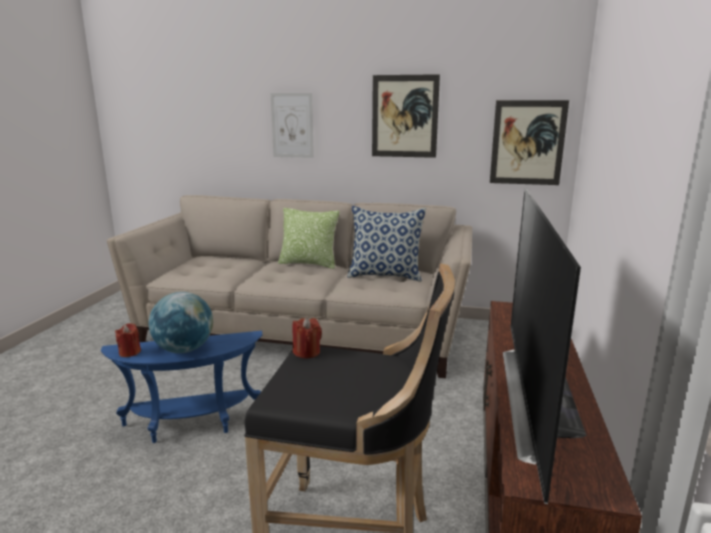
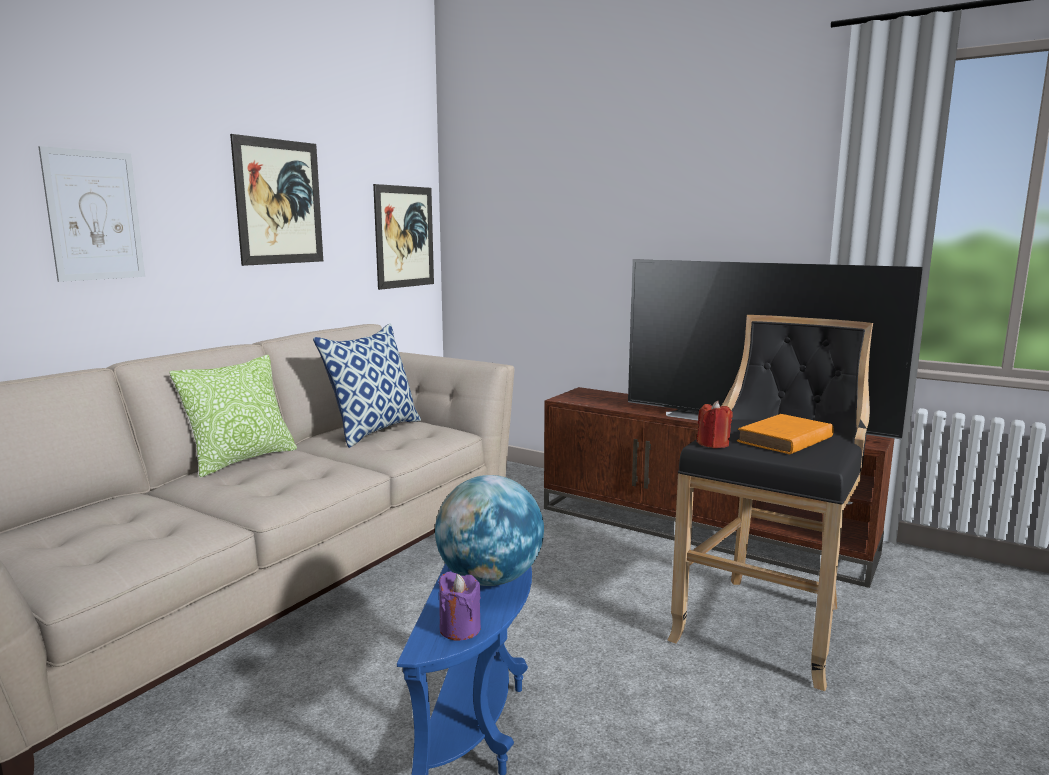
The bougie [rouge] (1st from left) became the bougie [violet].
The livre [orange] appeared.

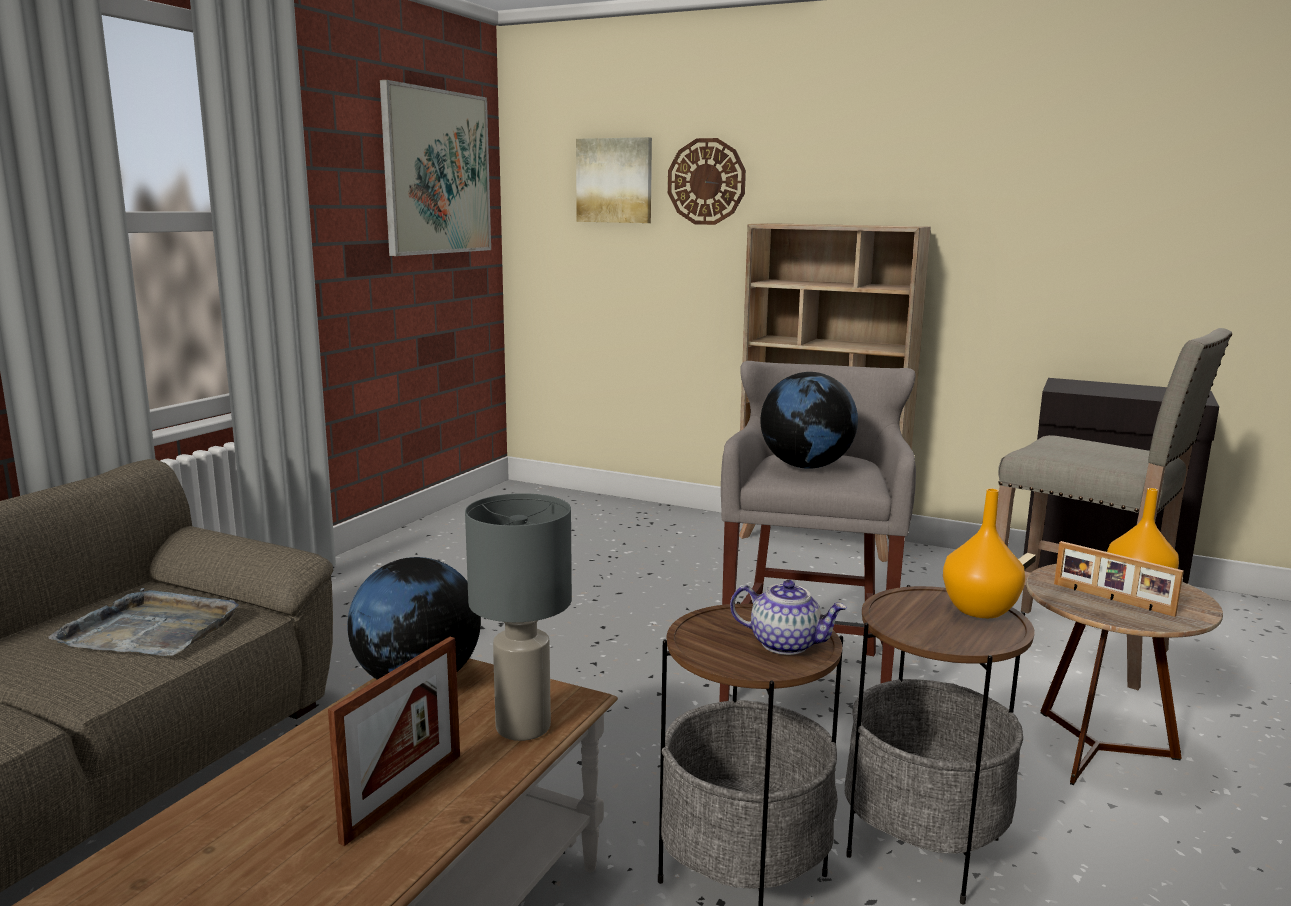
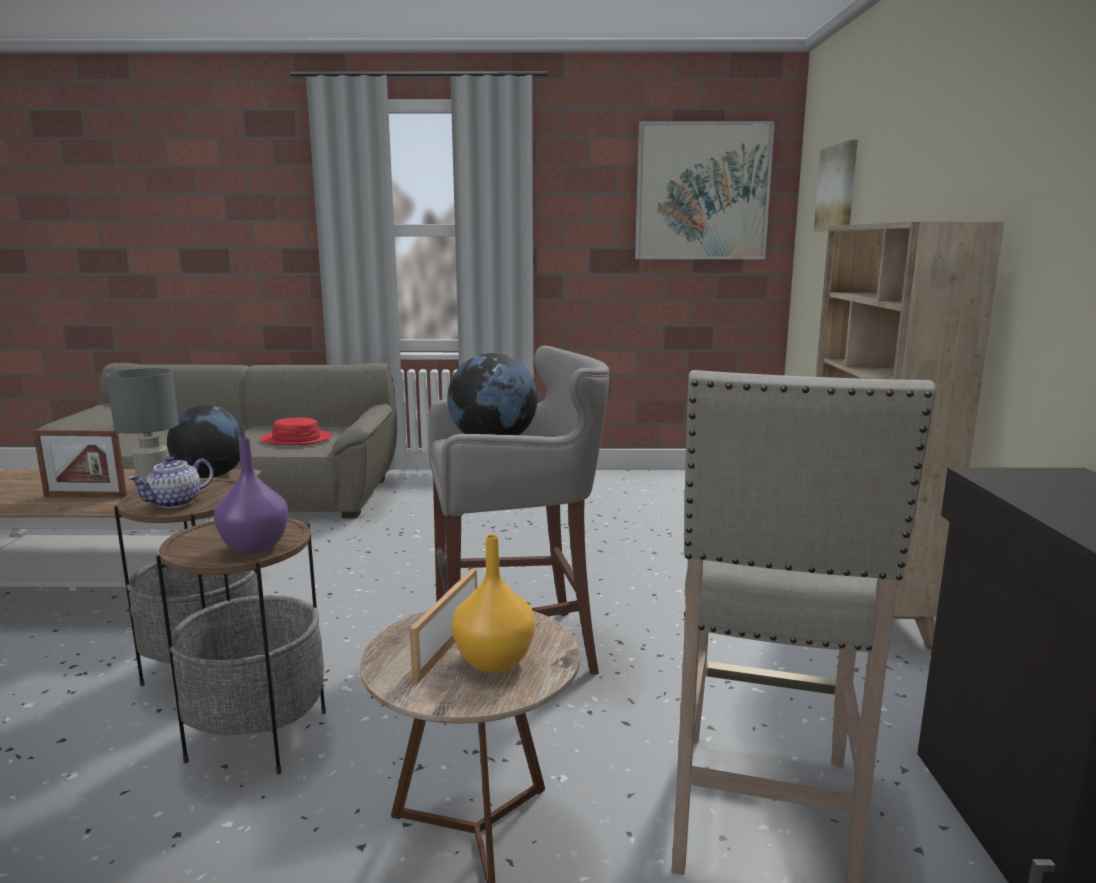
The horloge murale disappeared.
The vase [orange] (1st from left) became the vase [violet].
The théière turned 45 degrees clockwise.
The plateau [gris] was replaced by the chapeau [rouge].

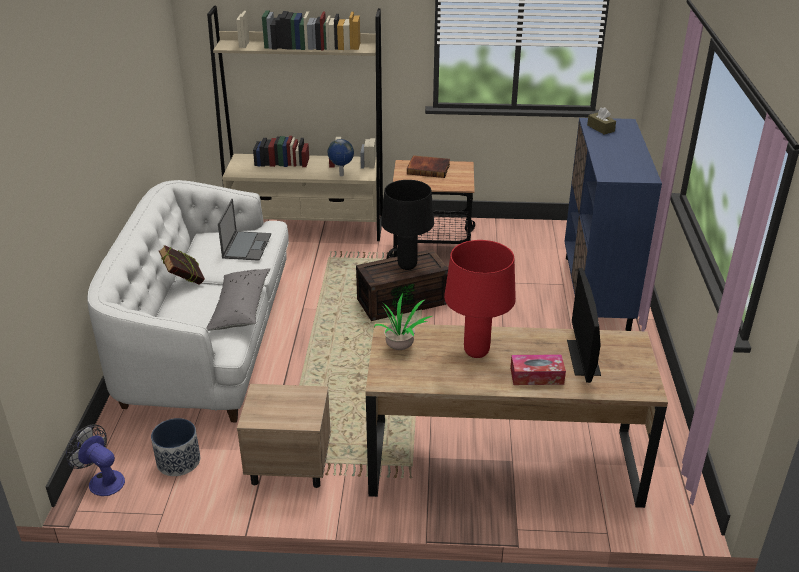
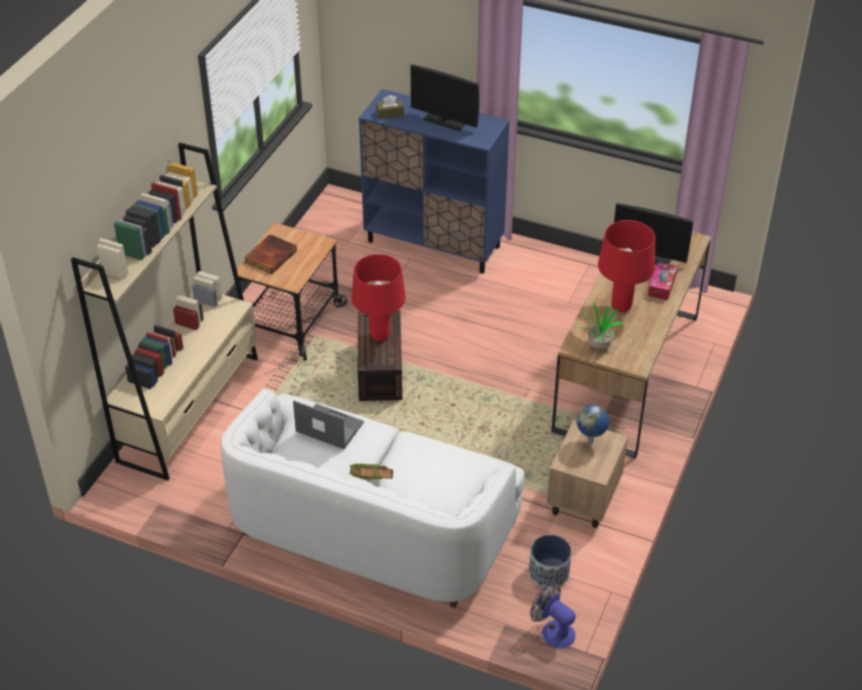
The globe moved.
The lampe de table [noir] became the lampe de table [rouge] (1st from left).
The coussin [gris] disappeared.
The ventilateur turned 75 degrees clockwise.
The écran d'ordinateur (1st from left) appeared.

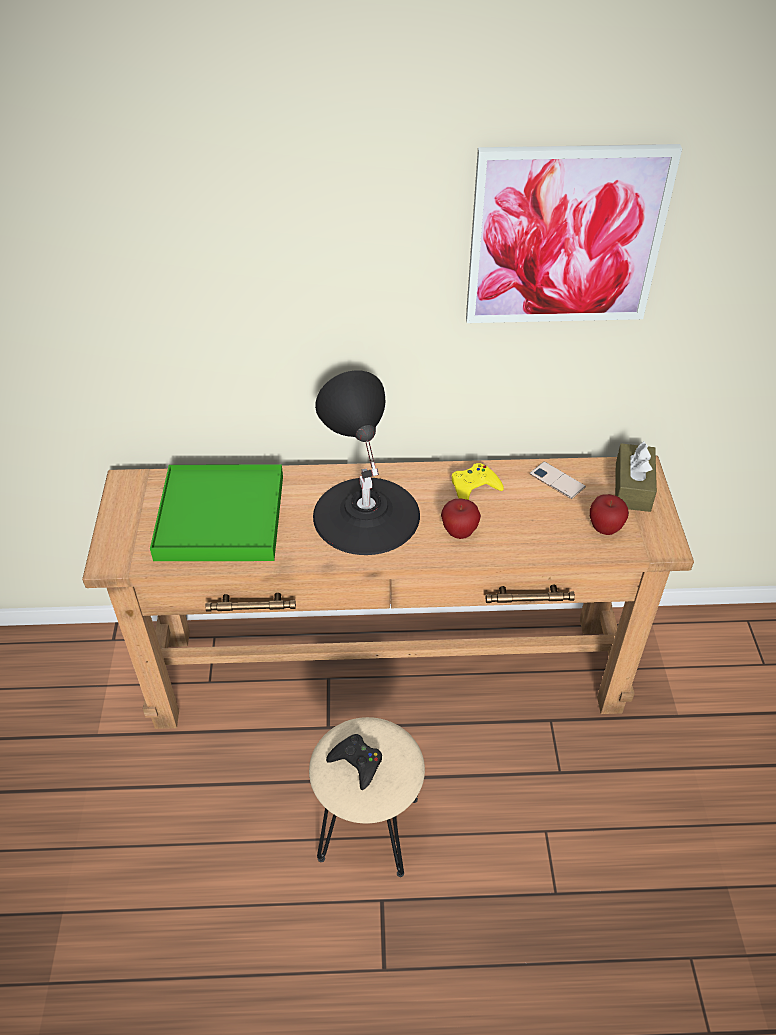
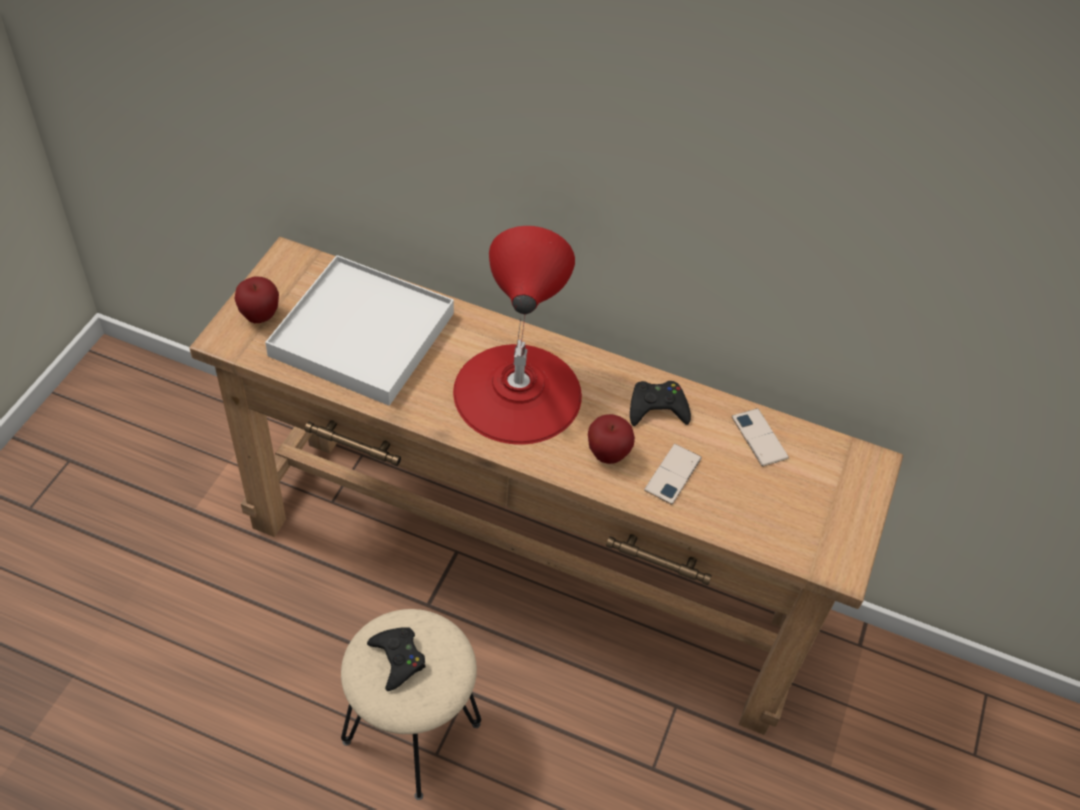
The tableau disappeared.
The lampe de table [noir] became the lampe de table [rouge].
The boîte à mouchoirs [marron] disappeared.
The manette [jaune] became the manette [noir] (2nd from left).
The plateau [vert] became the plateau [blanc].
The pomme (2nd from left in the first image) moved.
The téléphone (1st from left) appeared.

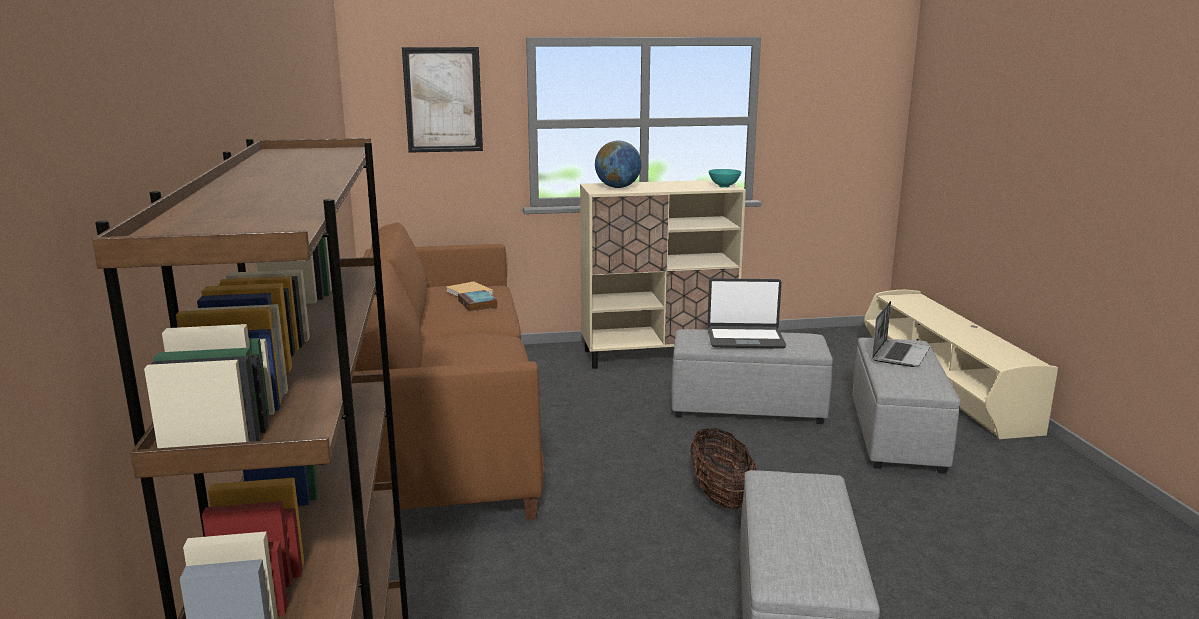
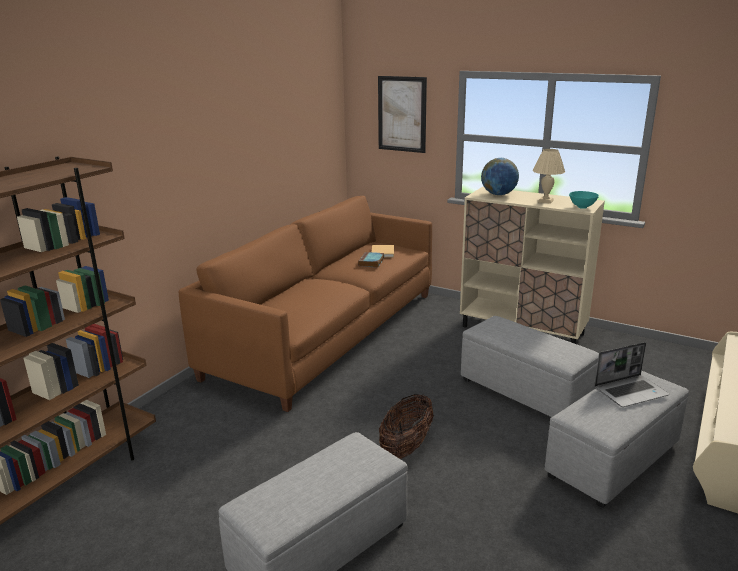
The ordinateur portable (1st from left) disappeared.
The lampe de table [beige] appeared.

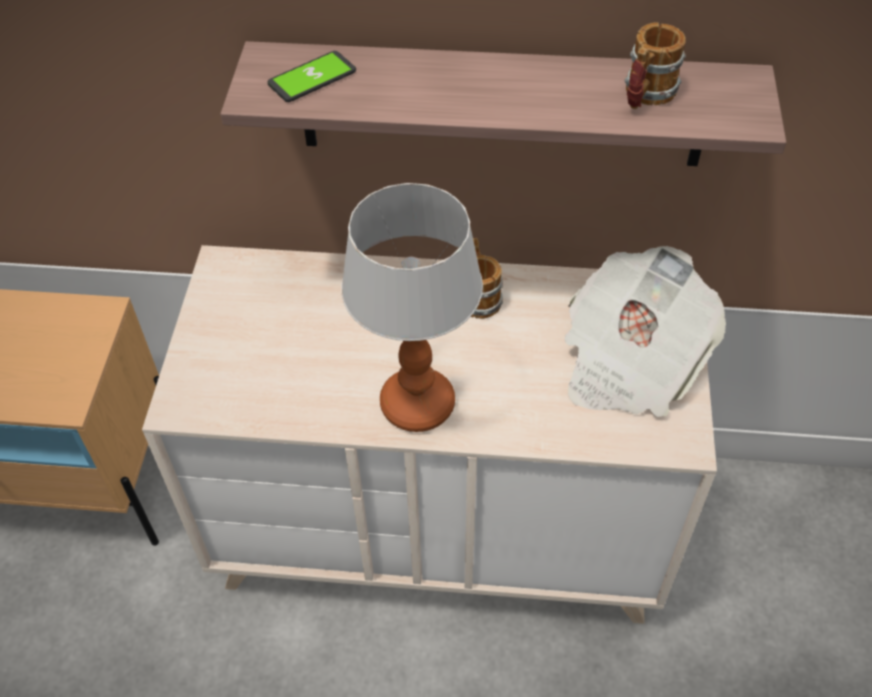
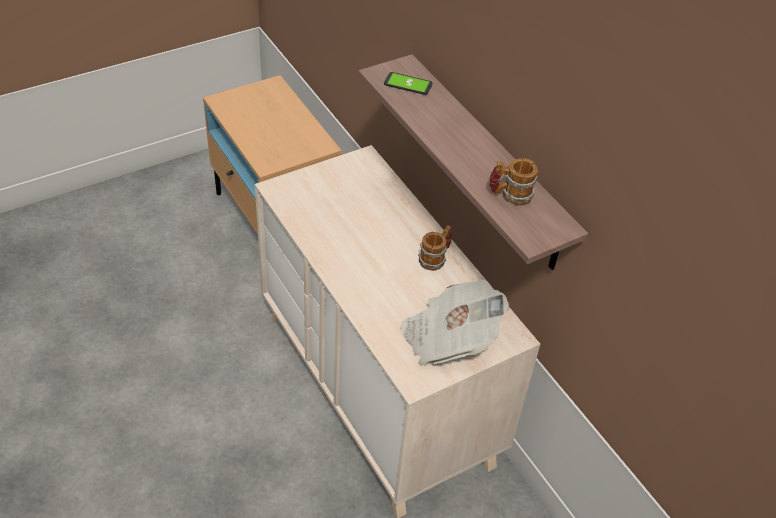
The lampe de table disappeared.

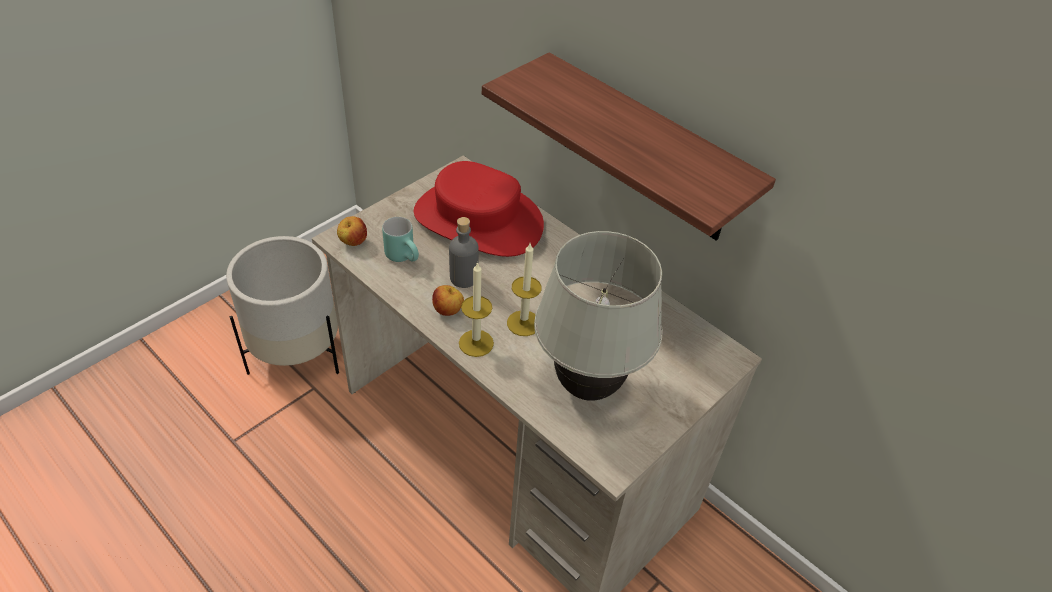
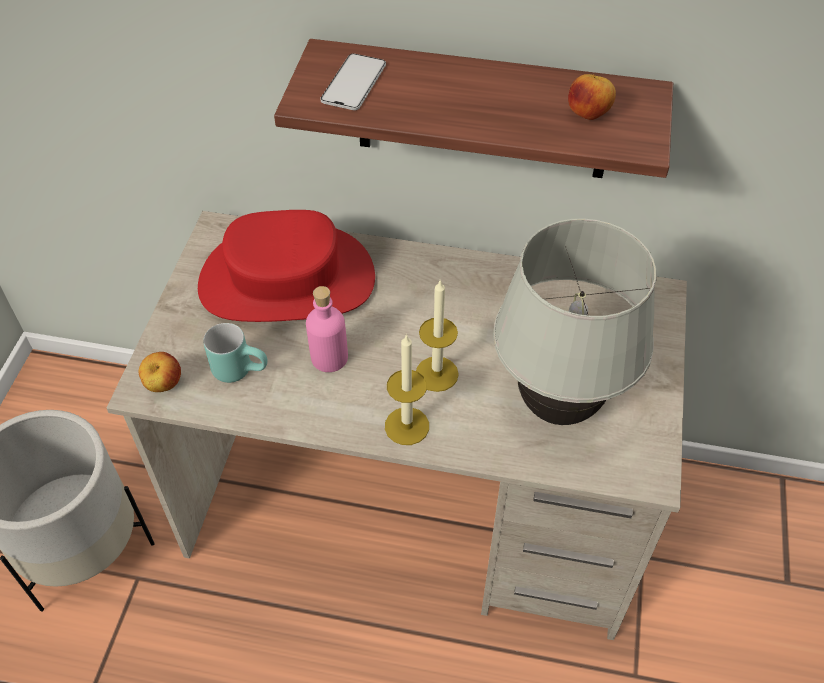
The bouteille [gris] became the bouteille [rose].
The pomme (2nd from left) moved.
The téléphone appeared.

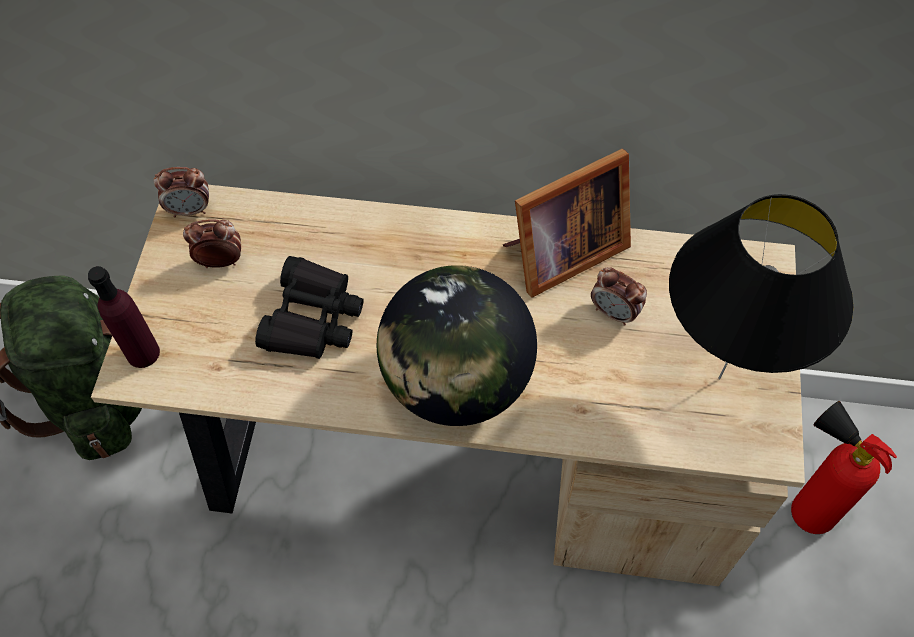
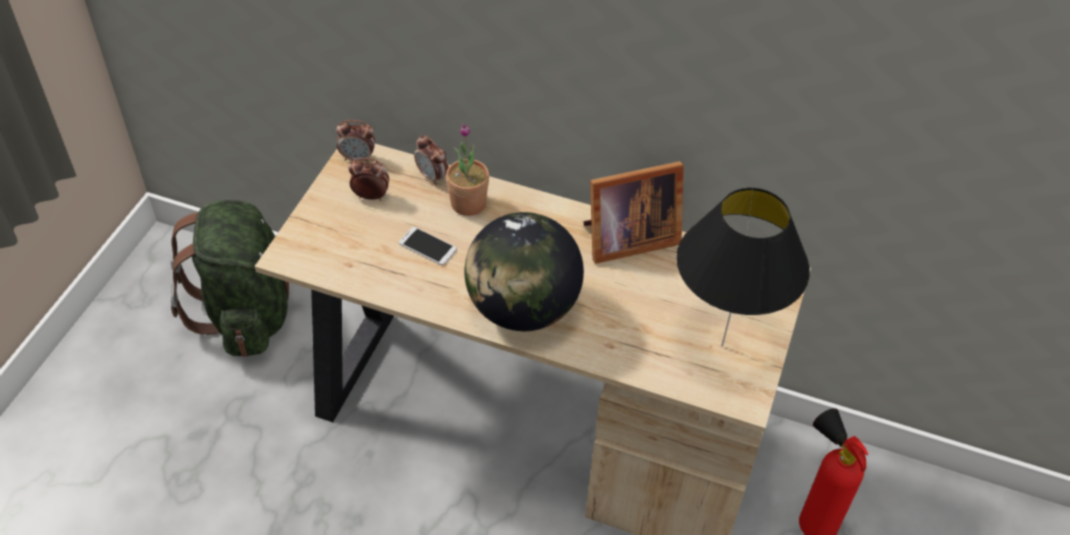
The jumelles [noir] was replaced by the téléphone.
The bouteille [violet] disappeared.
The réveil (3rd from left) moved.
The plante en pot appeared.

